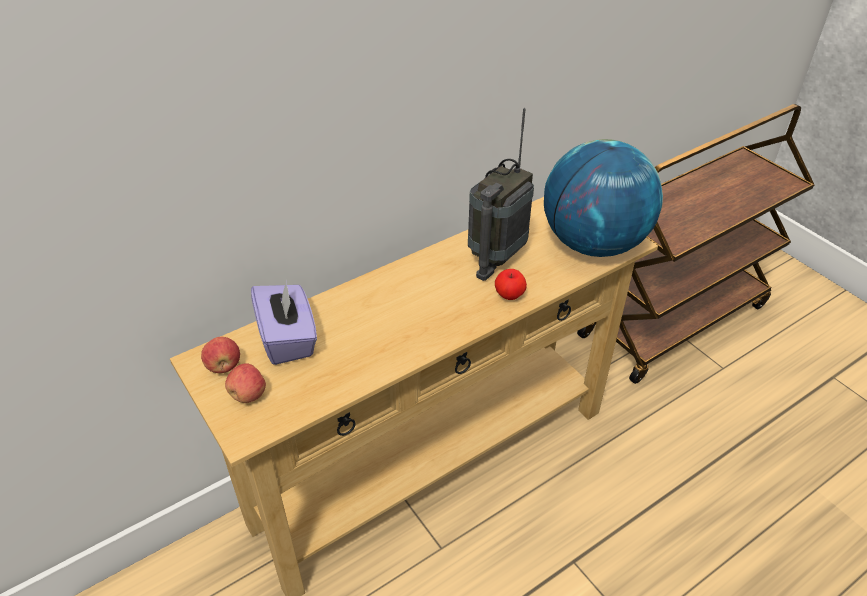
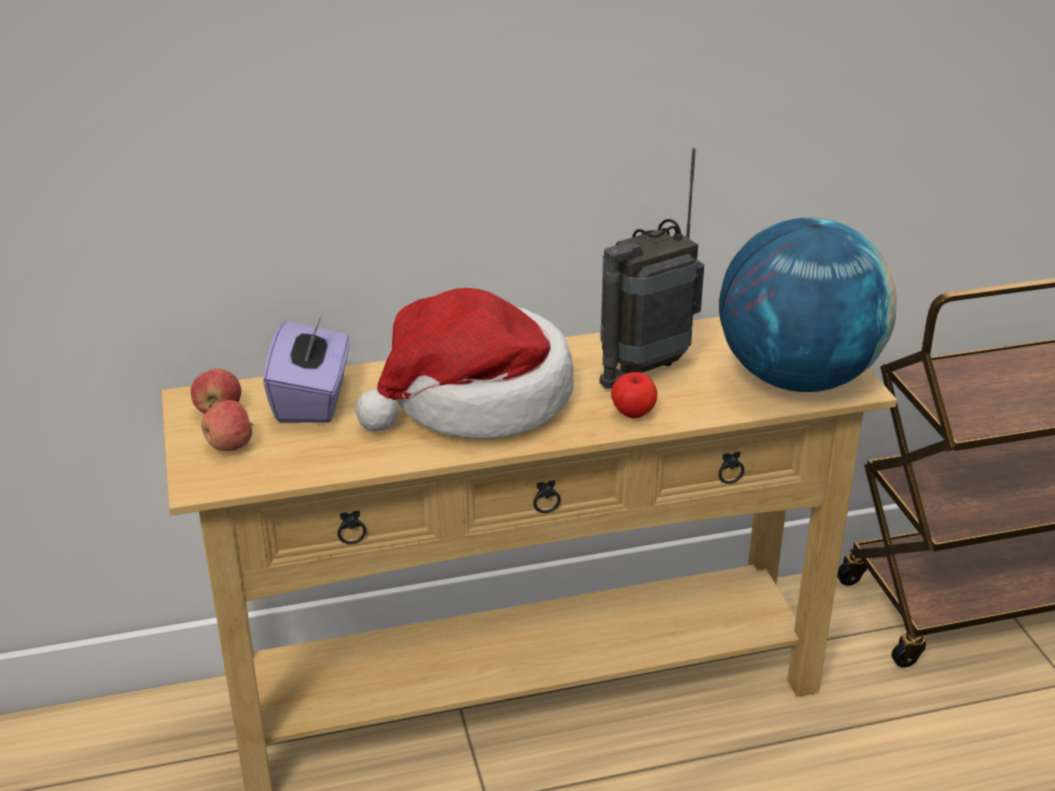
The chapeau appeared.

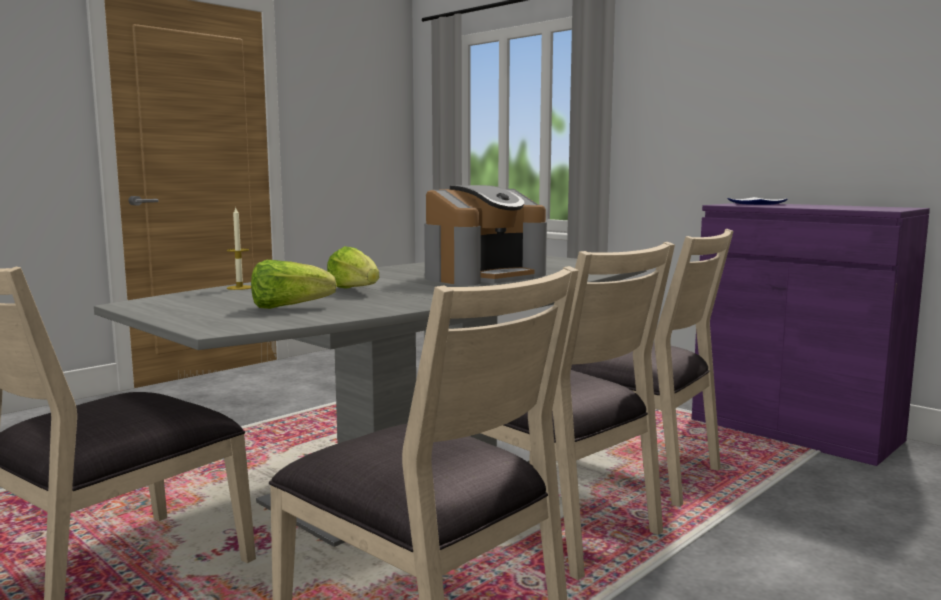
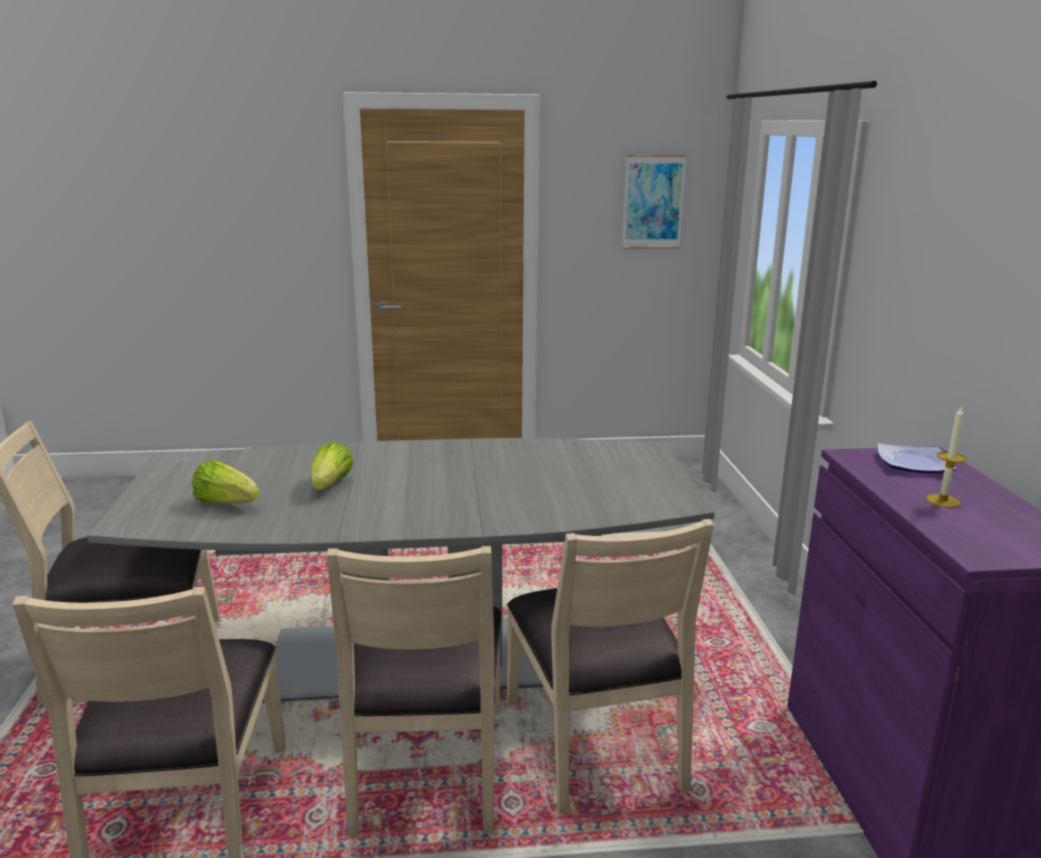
The machine à café disappeared.
The bougie moved.
The tableau appeared.

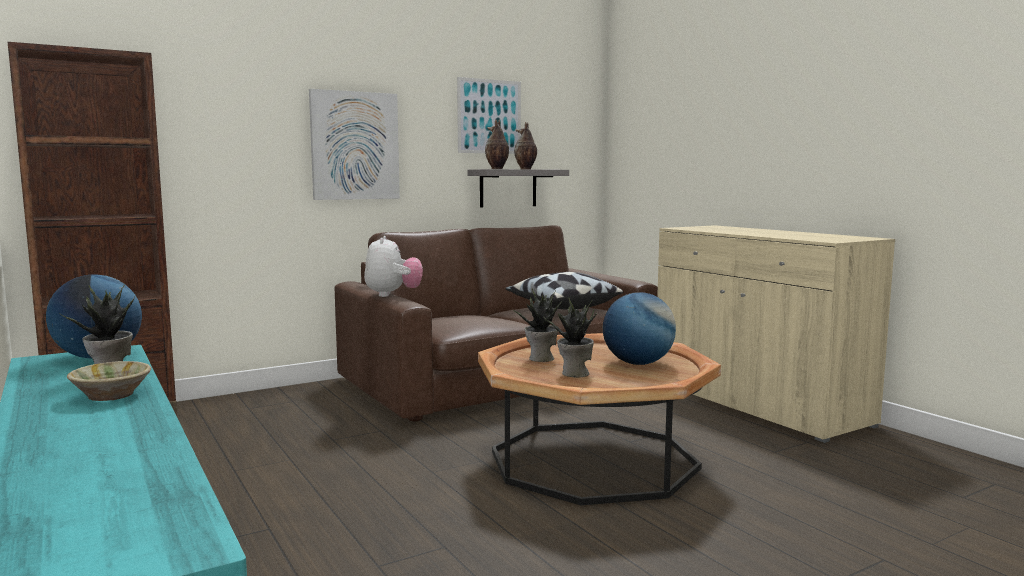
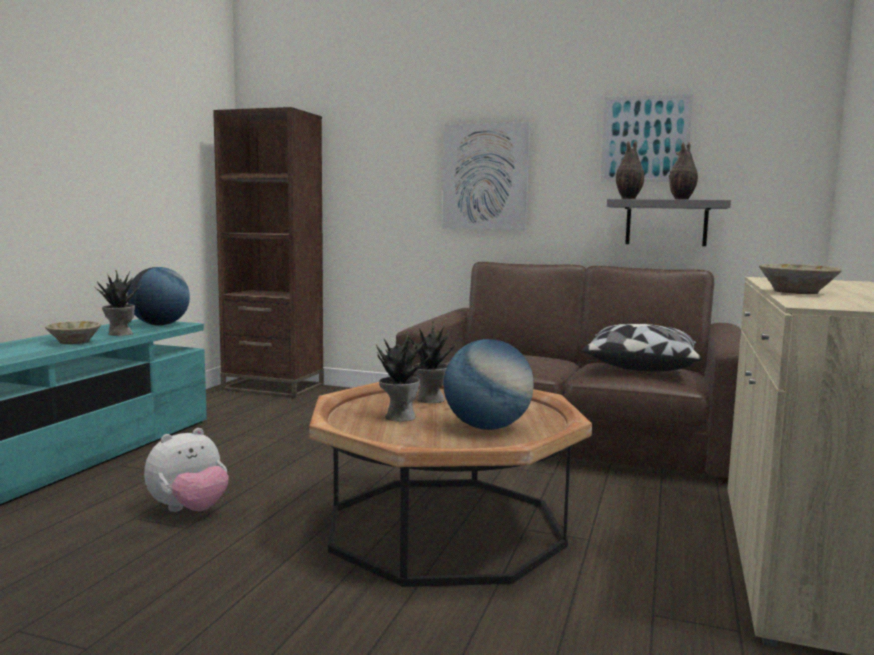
The peluche moved.
The bol [beige] (2nd from left) appeared.

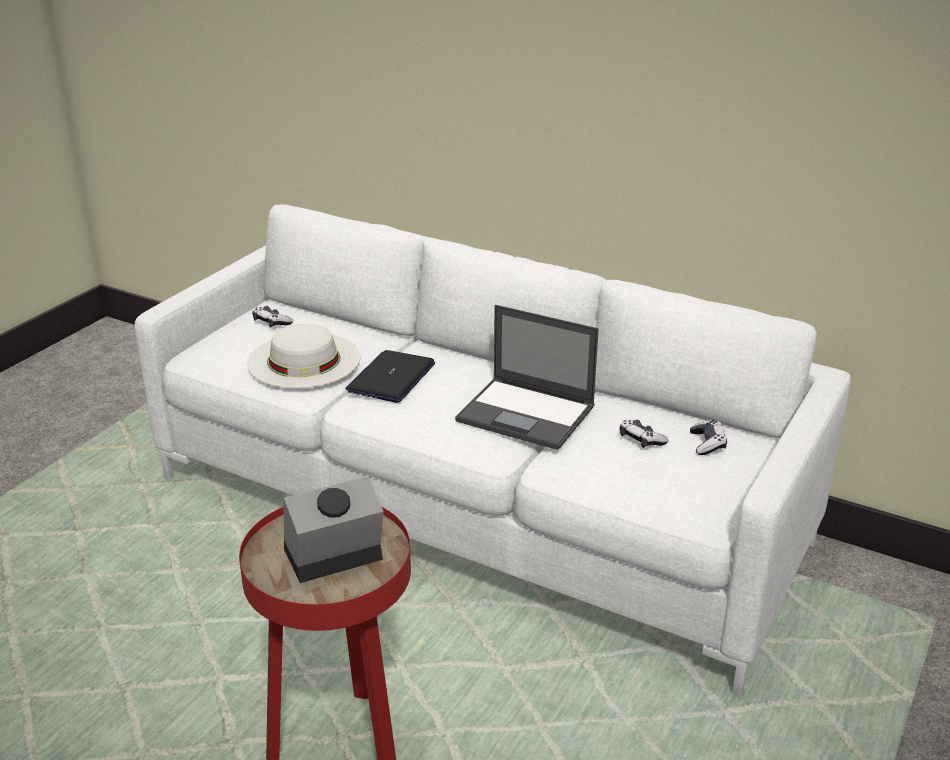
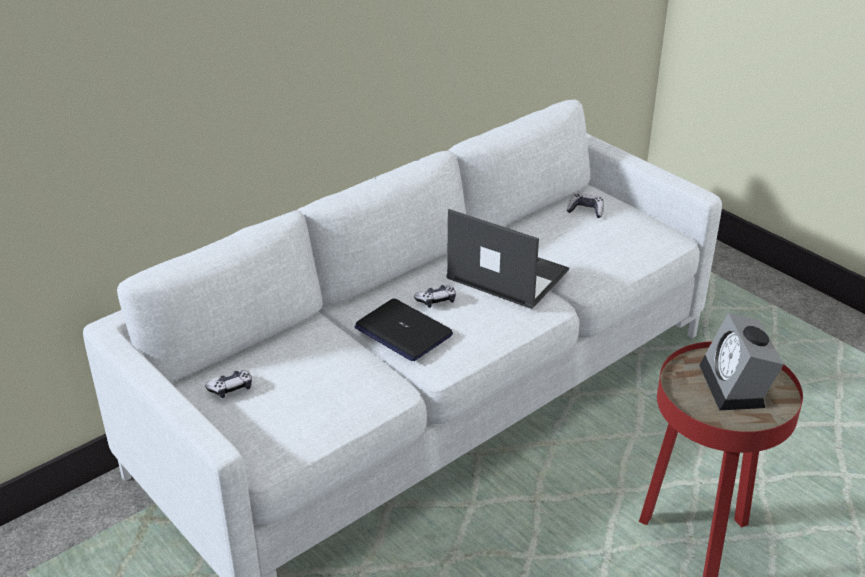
The ordinateur portable (2nd from left) turned 105 degrees counterclockwise.
The chapeau [blanc] disappeared.
The manette (2nd from left) moved.

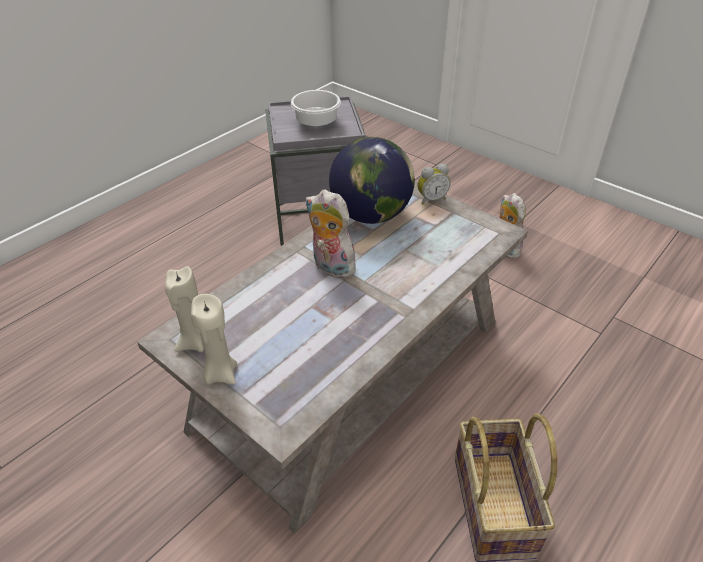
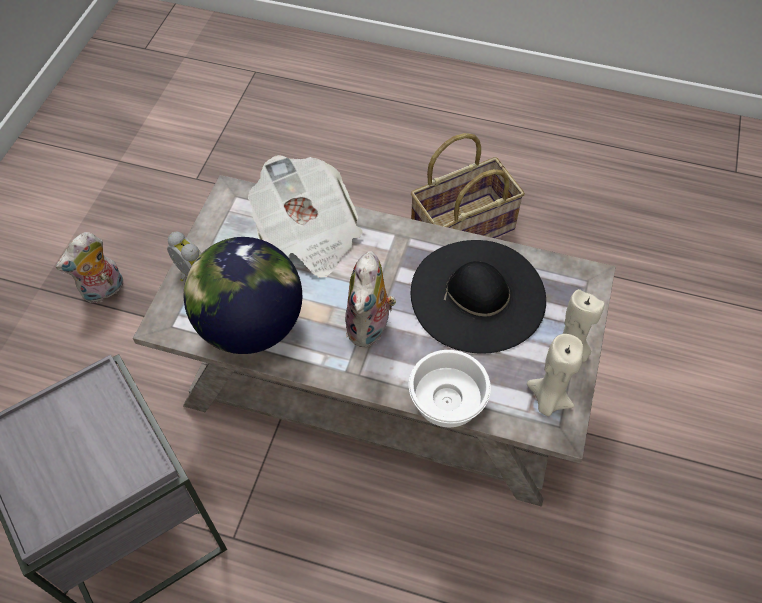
The bol [blanc] moved.
The journal appeared.
The chapeau [noir] appeared.

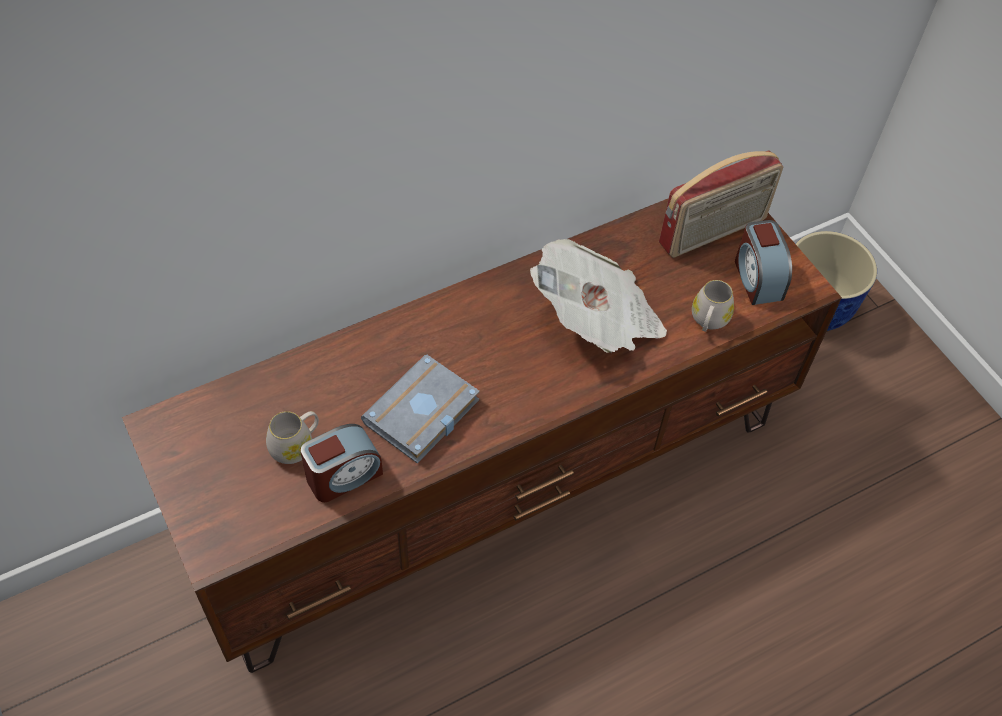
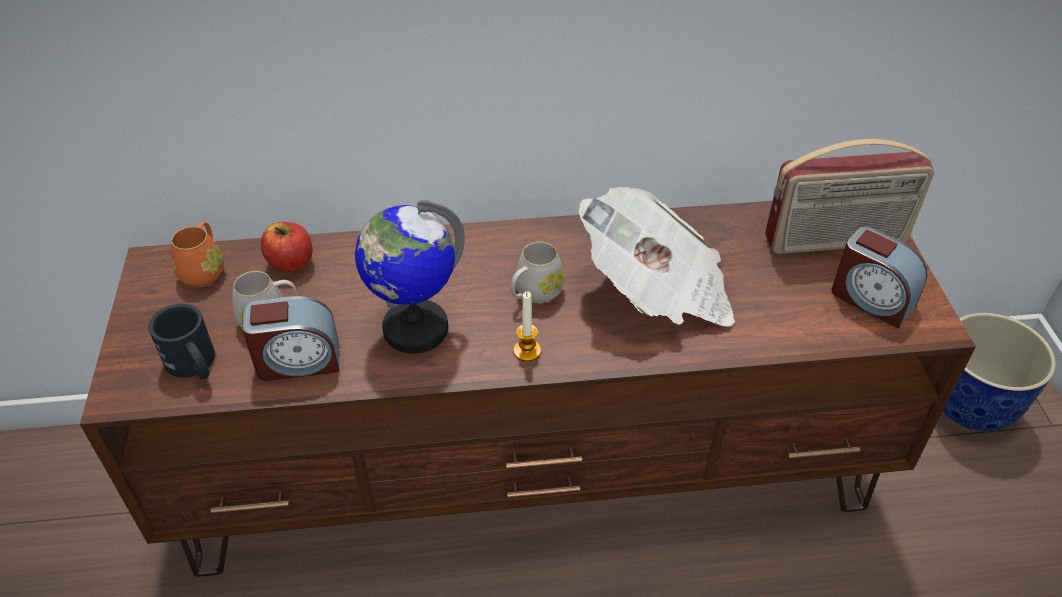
The réveil (2nd from left) turned 60 degrees counterclockwise.
The mug [blanc] (2nd from left) moved.
The livre [gris] was replaced by the globe.
The mug [orange] appeared.
The pomme appeared.
The bougie appeared.
The mug [noir] appeared.

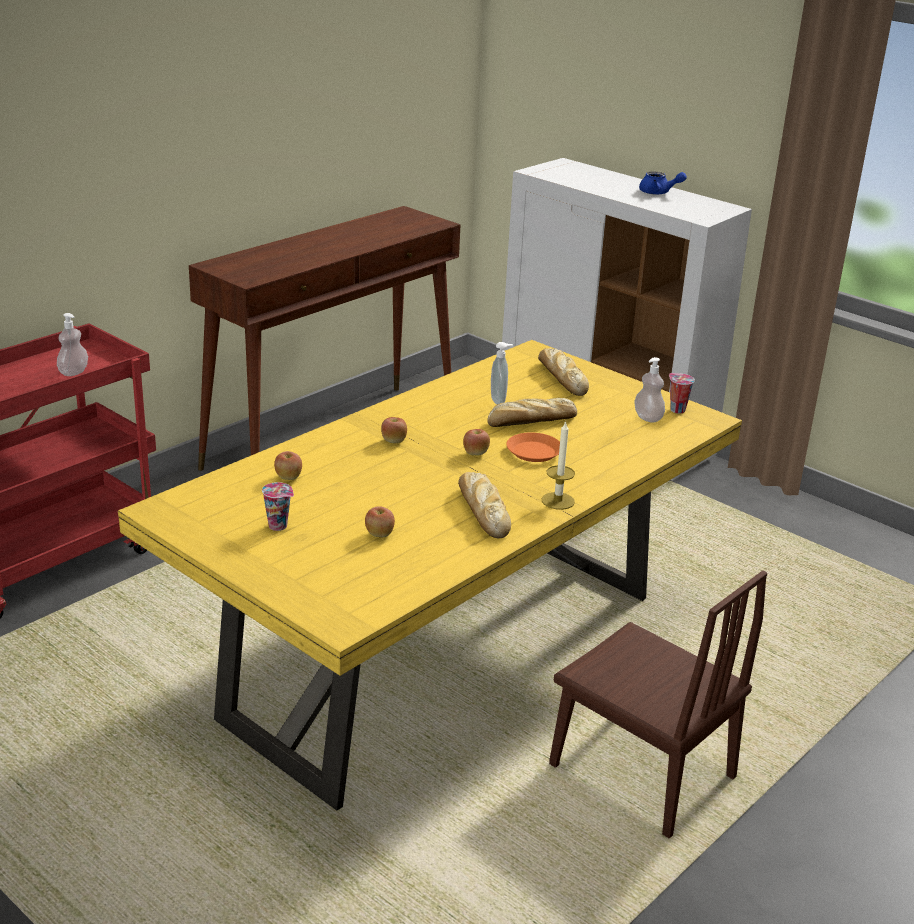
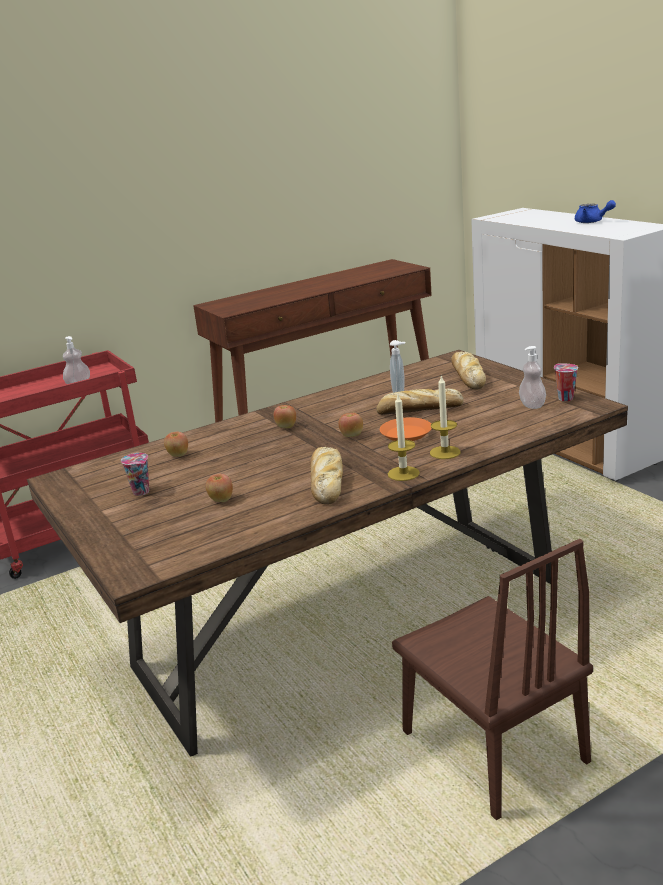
The table à manger [jaune] became the table à manger [marron].
The bougie (2nd from left) appeared.

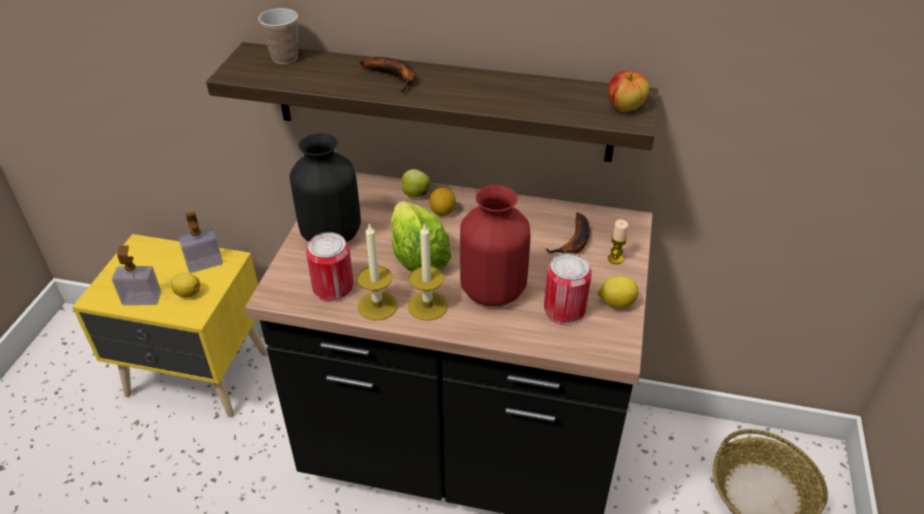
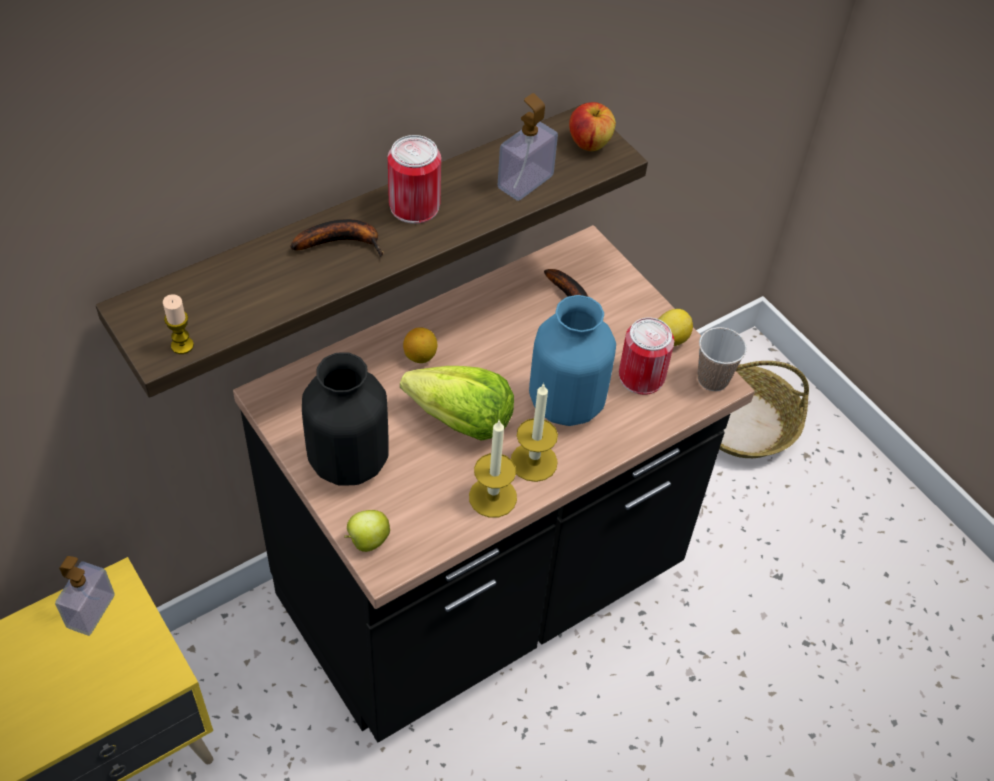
The tasse moved.
The pomme (1st from left) moved.
The vase [rouge] became the vase [bleu].
The bougie (3rd from left in the first image) moved.
The boîte métallique (1st from left) moved.
The distributeur de savon (1st from left in the first image) moved.
The citron (1st from left) disappeared.

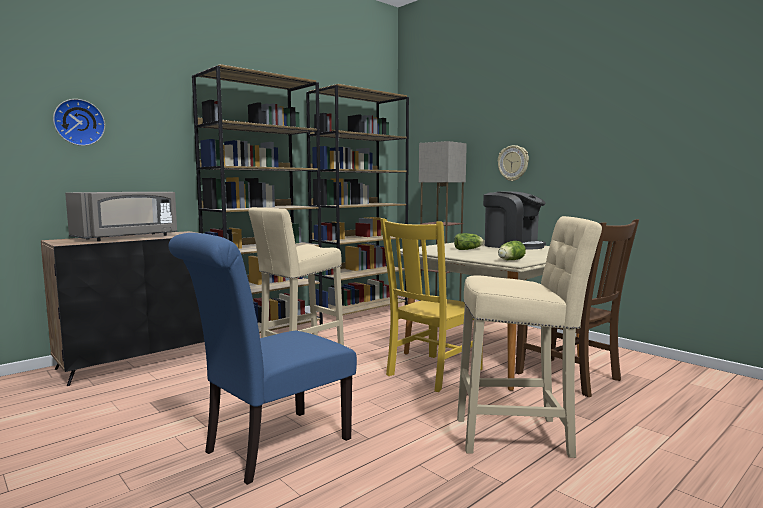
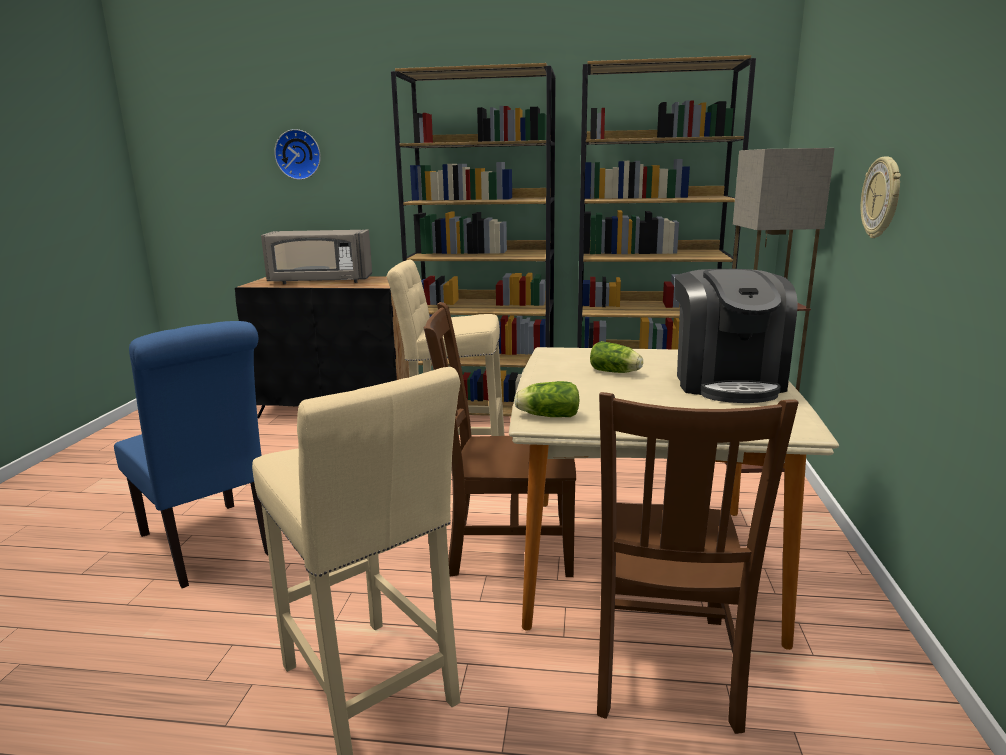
The chaise [jaune] became the chaise [marron] (1st from left).
The chaise [bleu] turned 135 degrees counterclockwise.

